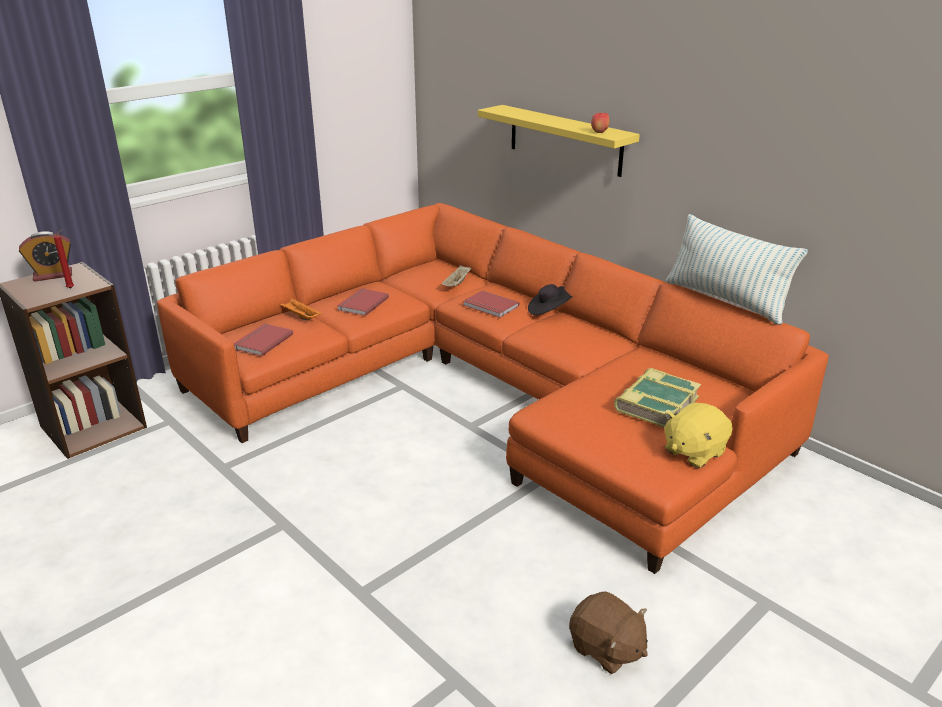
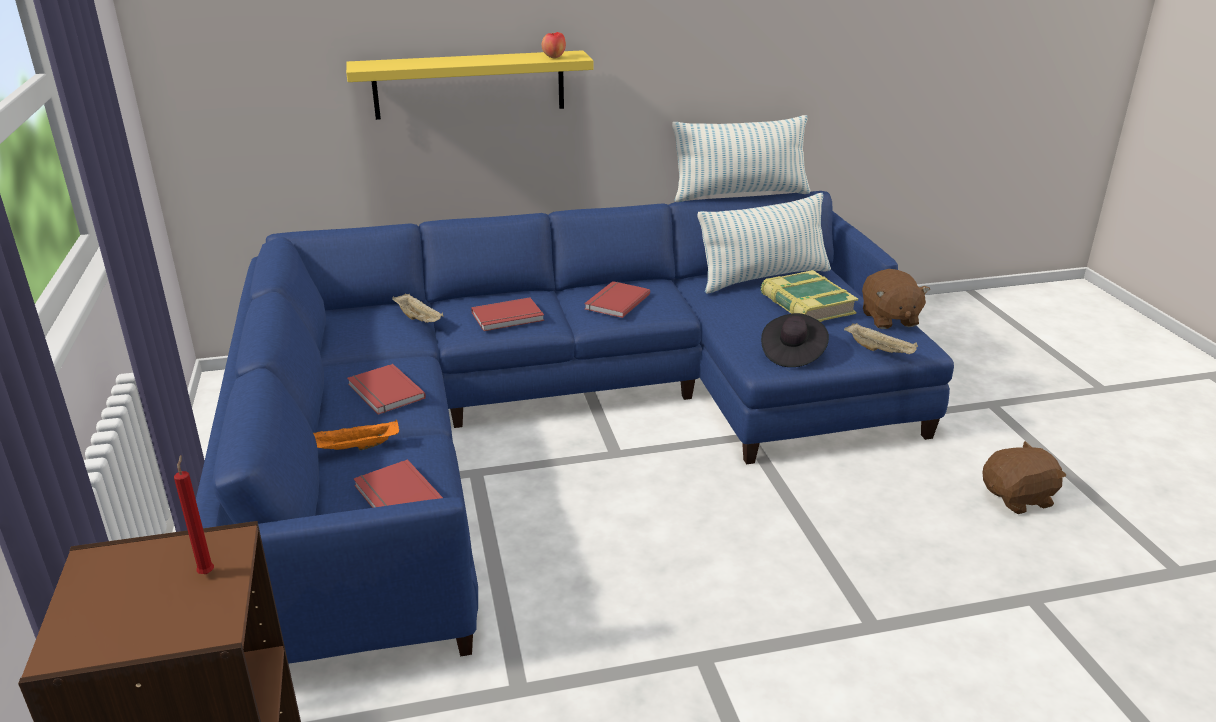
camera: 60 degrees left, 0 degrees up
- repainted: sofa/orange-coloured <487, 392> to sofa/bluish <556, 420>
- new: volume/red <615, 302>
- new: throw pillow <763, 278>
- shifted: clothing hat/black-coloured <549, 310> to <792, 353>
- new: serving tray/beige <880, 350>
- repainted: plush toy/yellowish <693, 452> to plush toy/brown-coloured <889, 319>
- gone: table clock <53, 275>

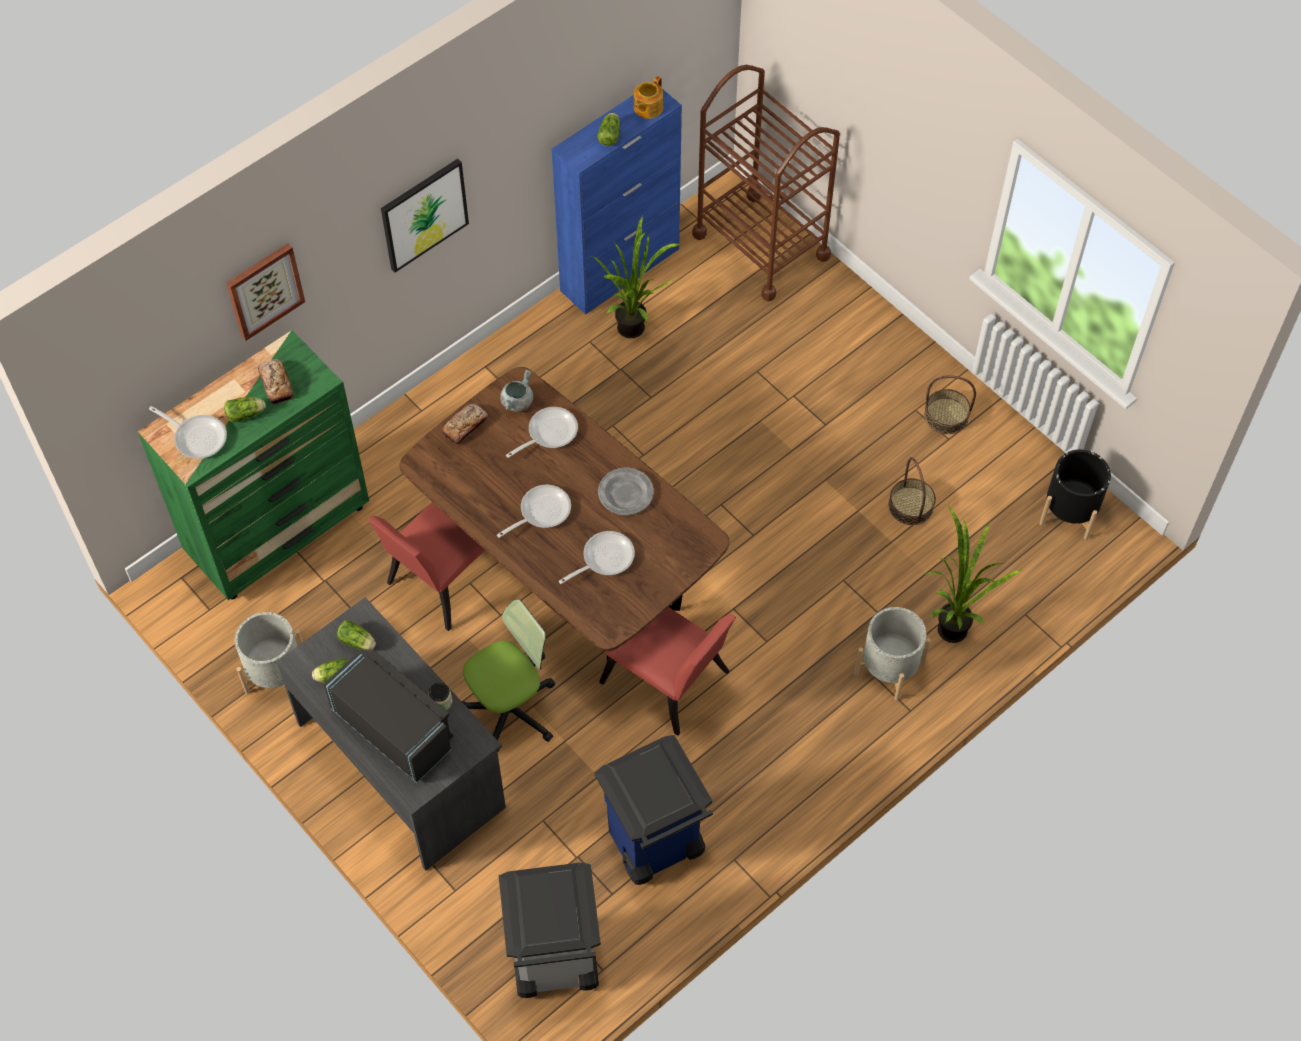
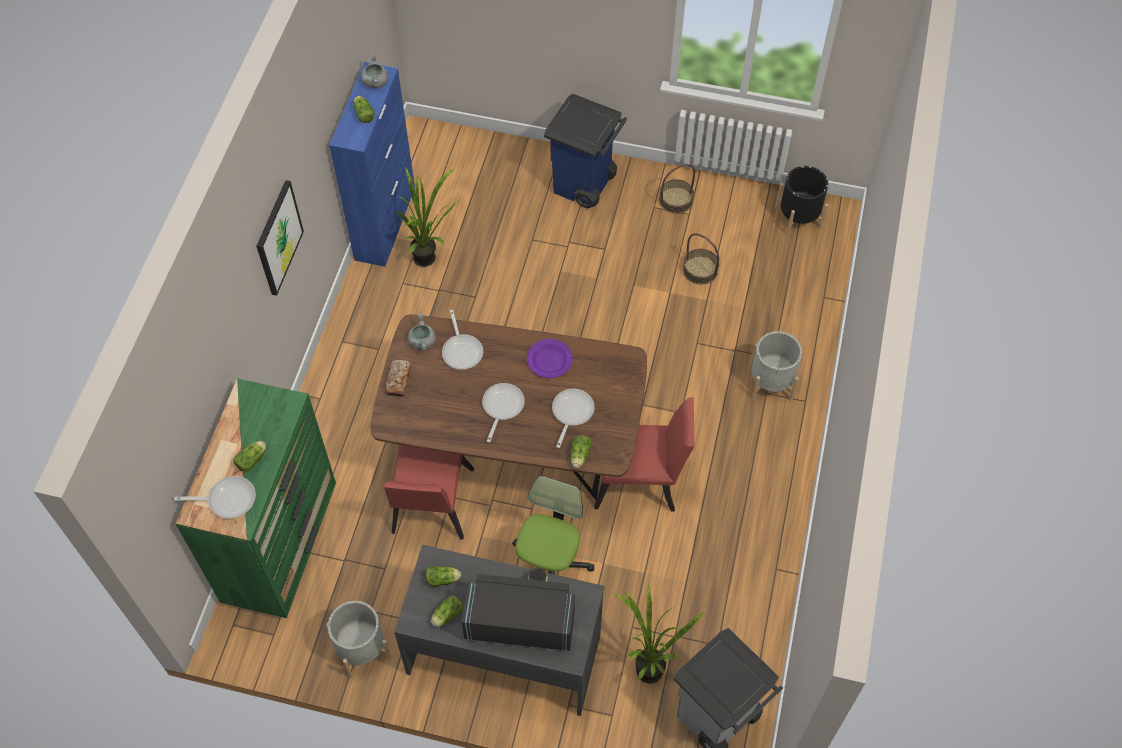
camera: 35 degrees left, 0 degrees up
- swapped: tea pot <647, 108> to cooking pot/greyish <375, 82>
- rotated: skillet <548, 433> = <462, 350> 150 degrees clockwise
- repainted: plate/greyish <626, 493> to plate/purple <549, 360>
- shifted: trash can/bluish <653, 844> to <584, 185>
- new: head of lettuce <579, 456>
- shifted: potted plant <952, 624> to <646, 665>
- gone: picture <264, 290>
- gone: baked bread <276, 384>
- gone: cart/brown-coloured <761, 245>

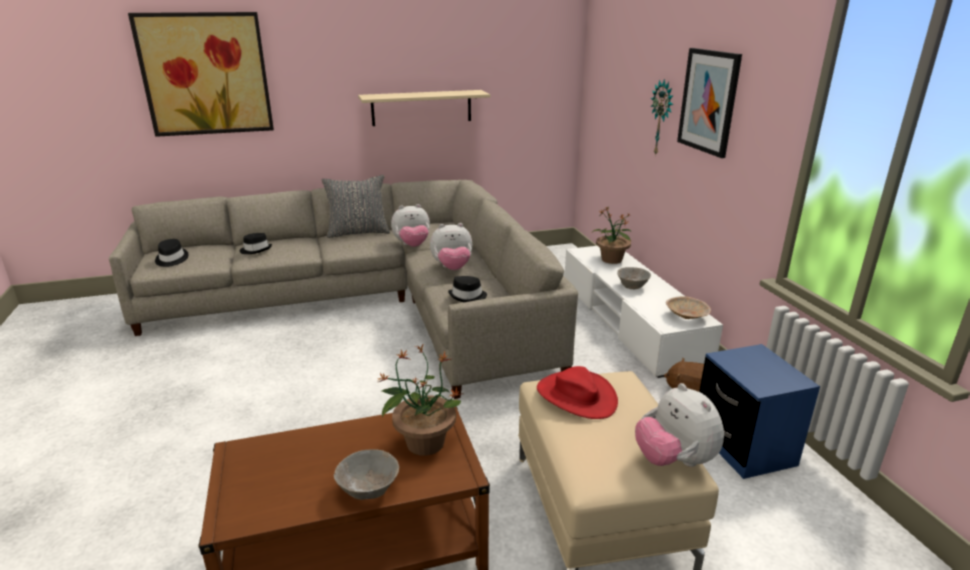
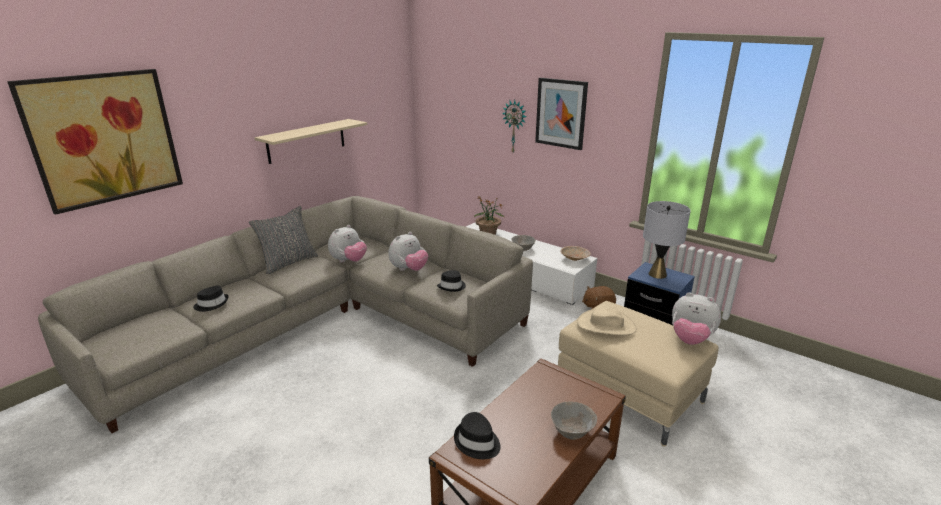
camera: 35 degrees left, 0 degrees up
- shifted: clothing hat/black-coloured <171, 259> to <477, 442>
- repainted: clothing hat/red <576, 396> to clothing hat/beige <606, 325>
- new: table lamp/greyish <657, 274>
- gone: potted plant <424, 442>

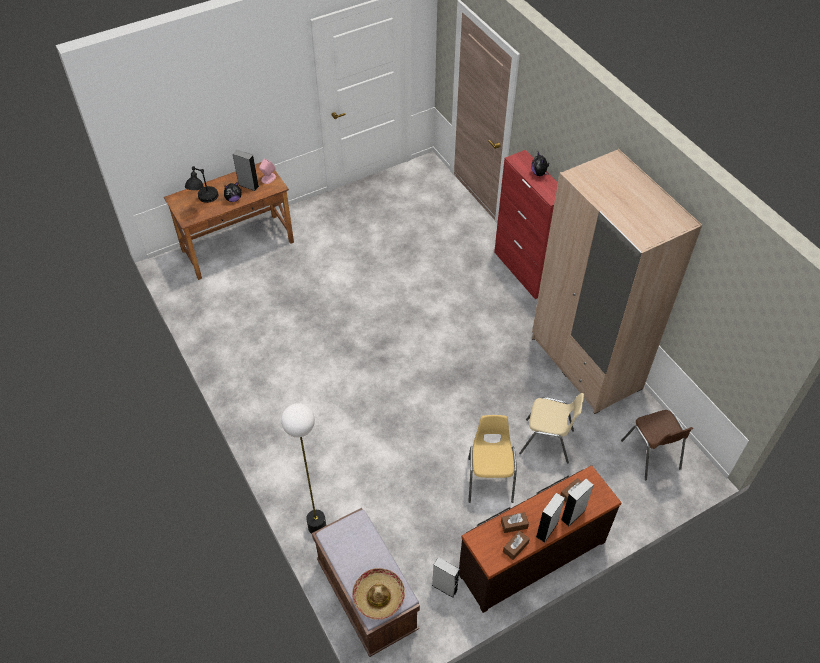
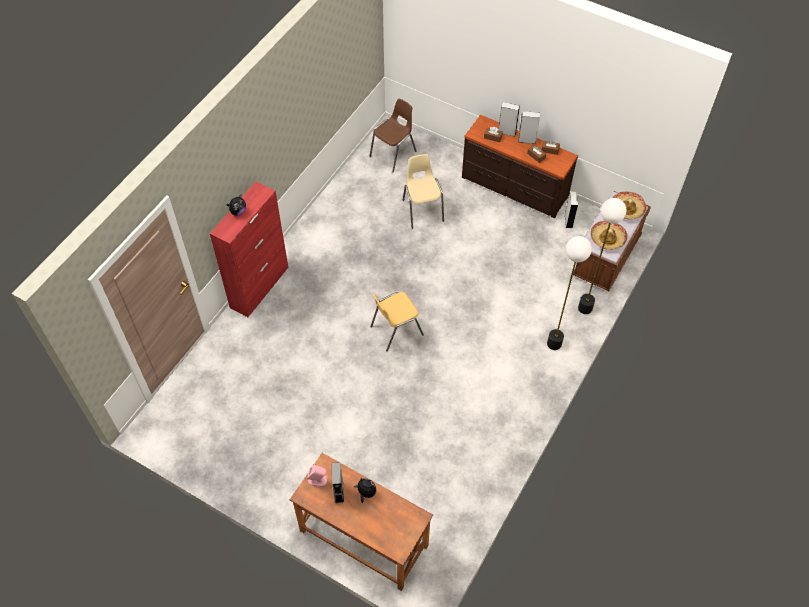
camera: 120 degrees left, 5 degrees up
- shifted: plain chair/yellowish <489, 479> to <395, 330>
- new: standing lamp <554, 343>
- new: clothing hat <607, 238>
- gone: table lamp/black-coloured <205, 202>
- gone: armoire/beige <585, 363>

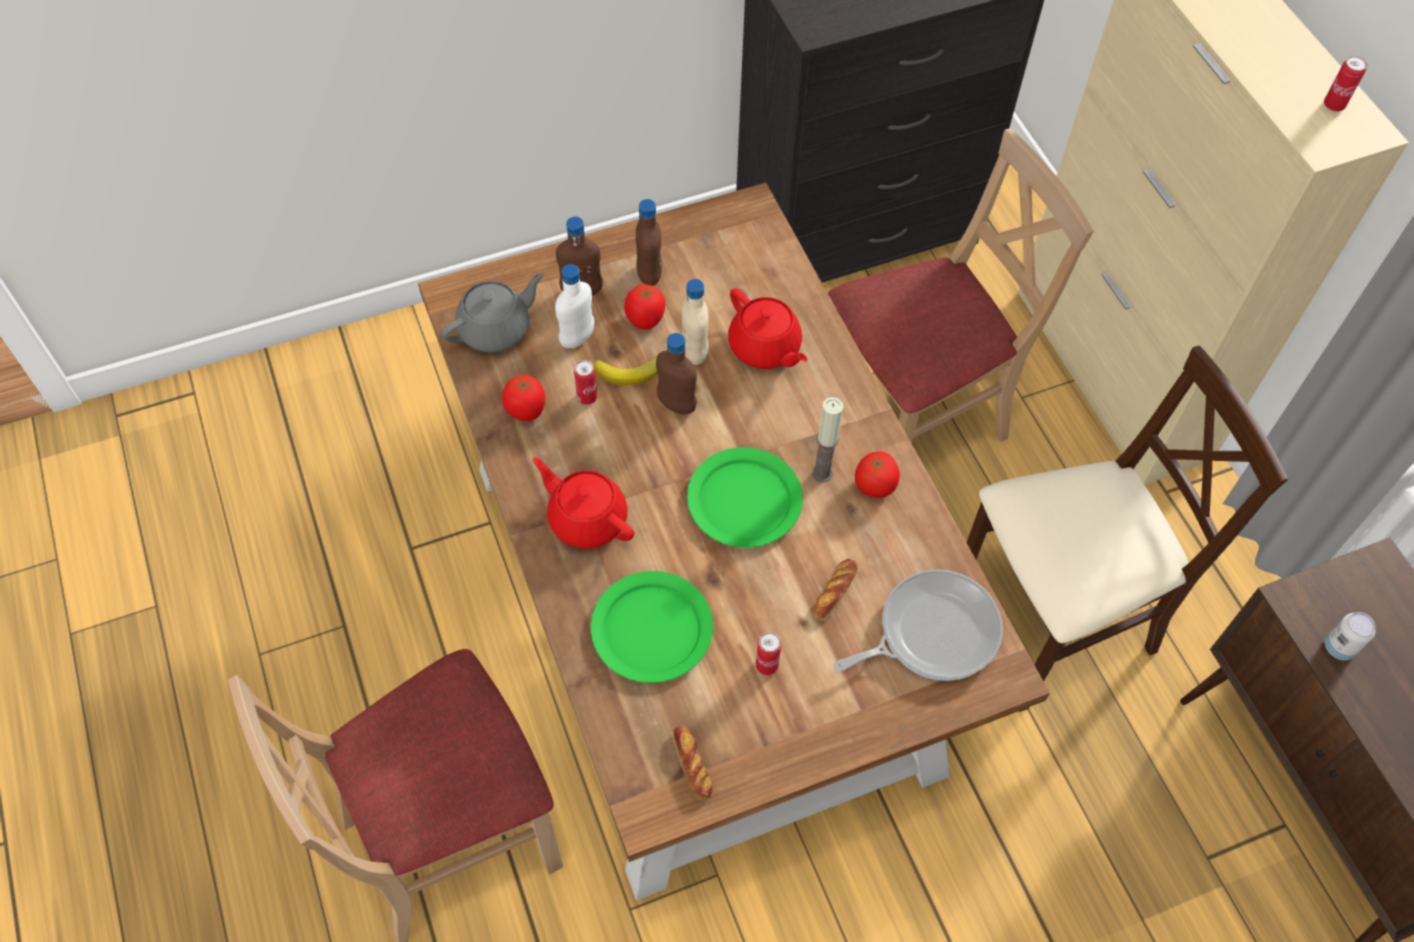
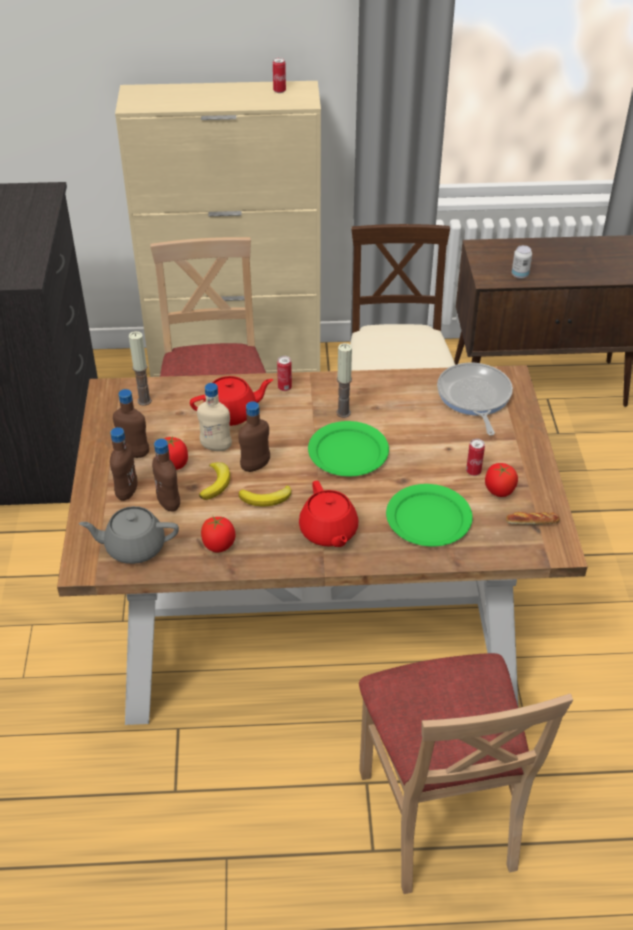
camera: 70 degrees left, 15 degrees down
- rotated: tea pot/greyish <496, 329> = <134, 547> 75 degrees counterclockwise
- new: candle <144, 400>
- repainted: bottle/white-coloured <577, 338> to bottle/brown-coloured <169, 503>
- new: banana fruit <266, 499>
- shifted: can <587, 397> to <284, 387>
- rotated: tea pot/red <587, 518> = <328, 532> 75 degrees counterclockwise
- shifted: tomato <874, 485> to <499, 491>
- gone: baked bread <835, 592>

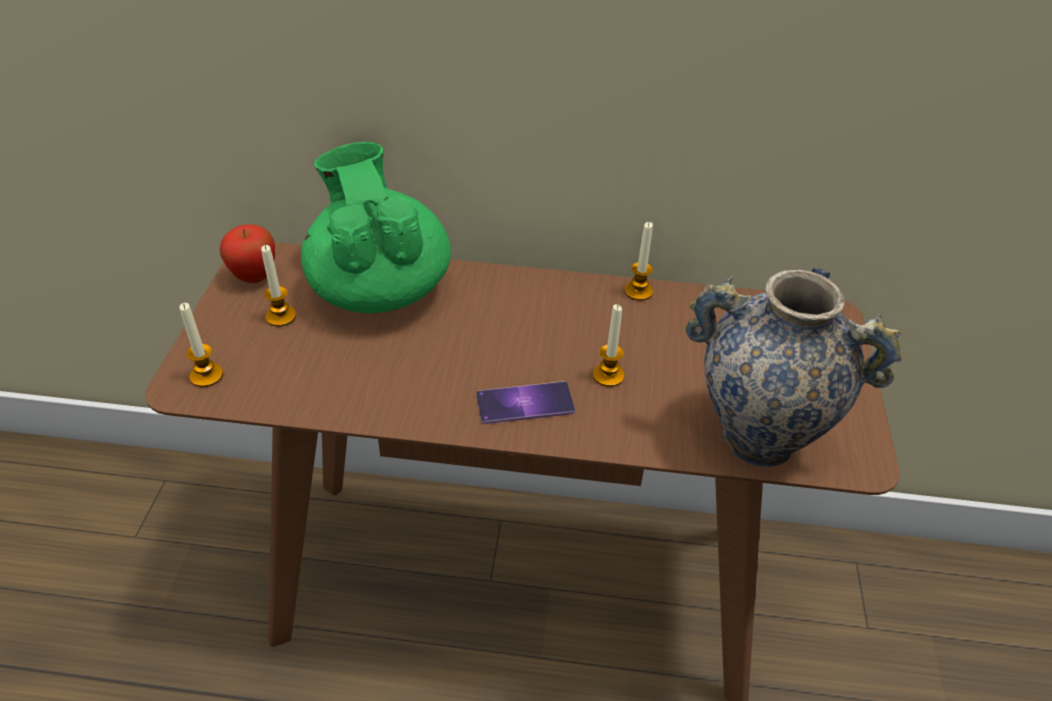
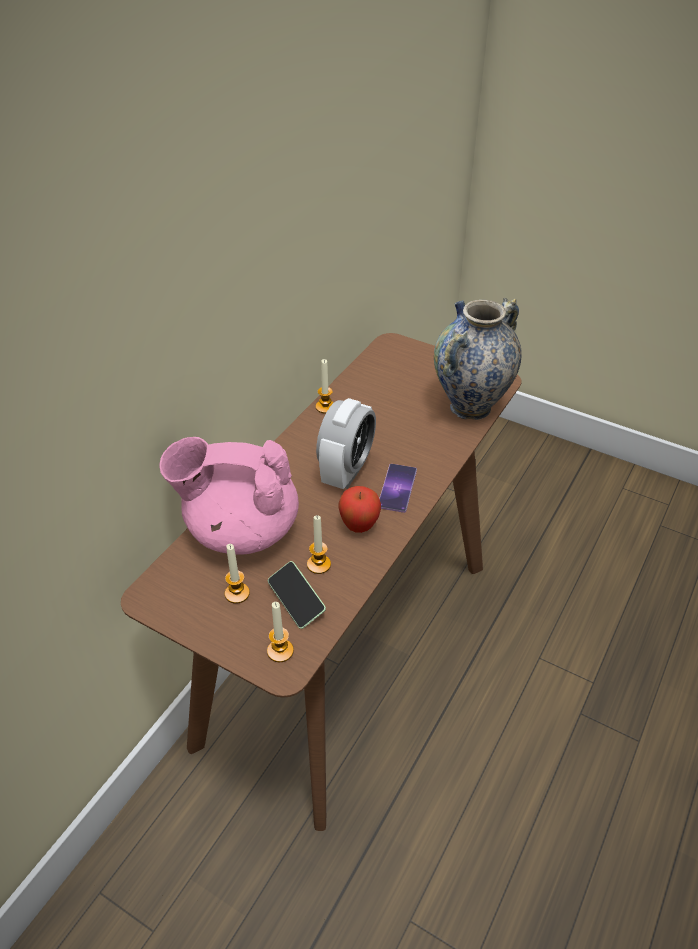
camera: 65 degrees left, 0 degrees up
- repainted: tea pot/green <379, 288> to tea pot/pink <240, 529>
- new: handset <296, 600>
- shifted: candle <608, 375> to <318, 564>
- new: table clock <346, 471>
- shifted: whole apple <254, 277> to <359, 526>

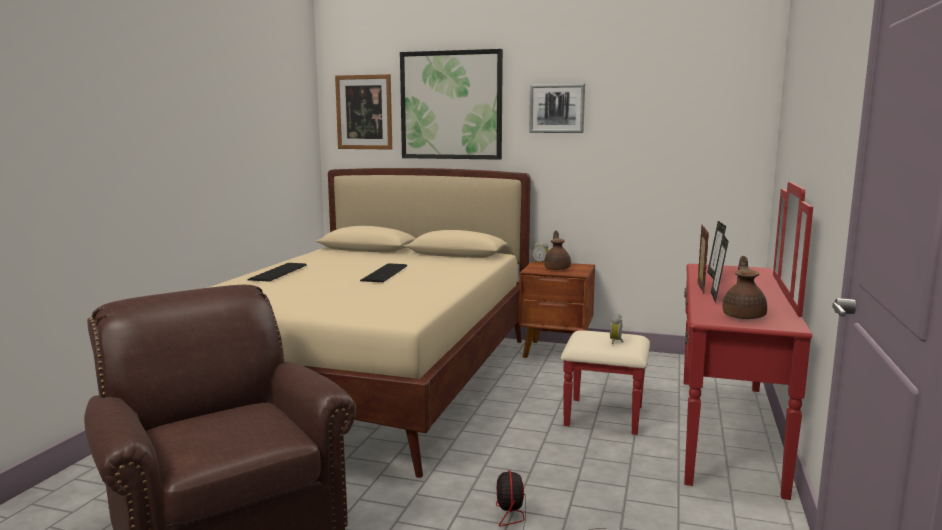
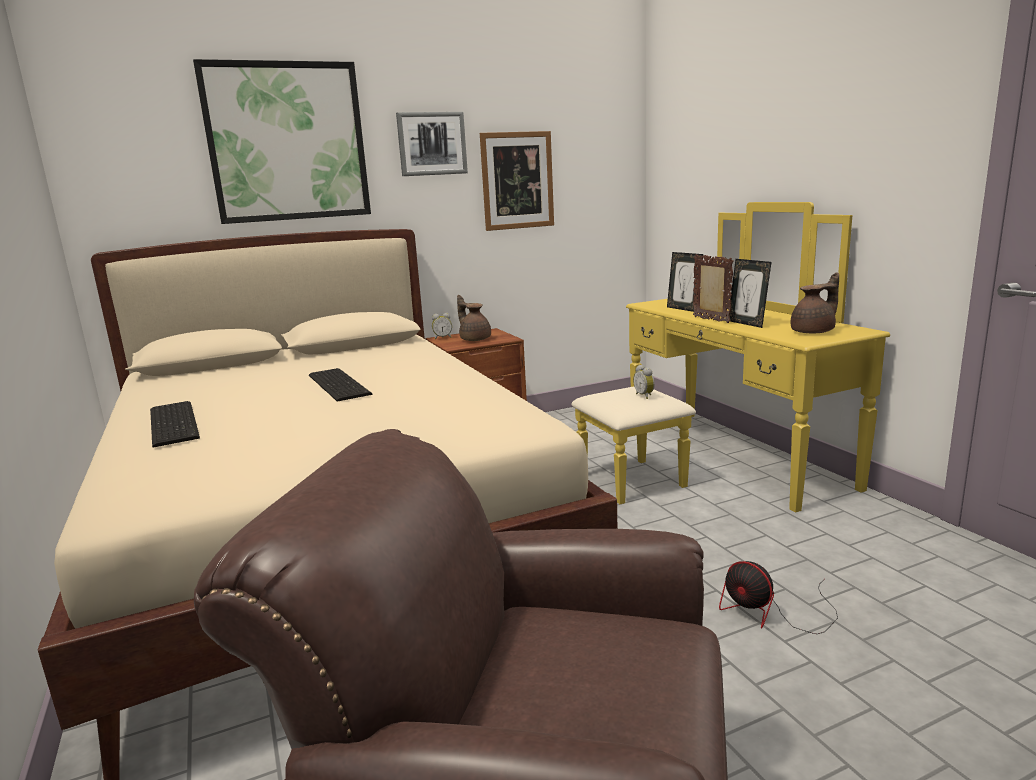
camera: 40 degrees left, 5 degrees up
- shifted: picture <364, 112> to <517, 181>
- repainted: chest of drawers/red <697, 427> to chest of drawers/yellowish <712, 461>
- rotated: tea pot/brown-coloured <744, 316> = <814, 332> 90 degrees clockwise

